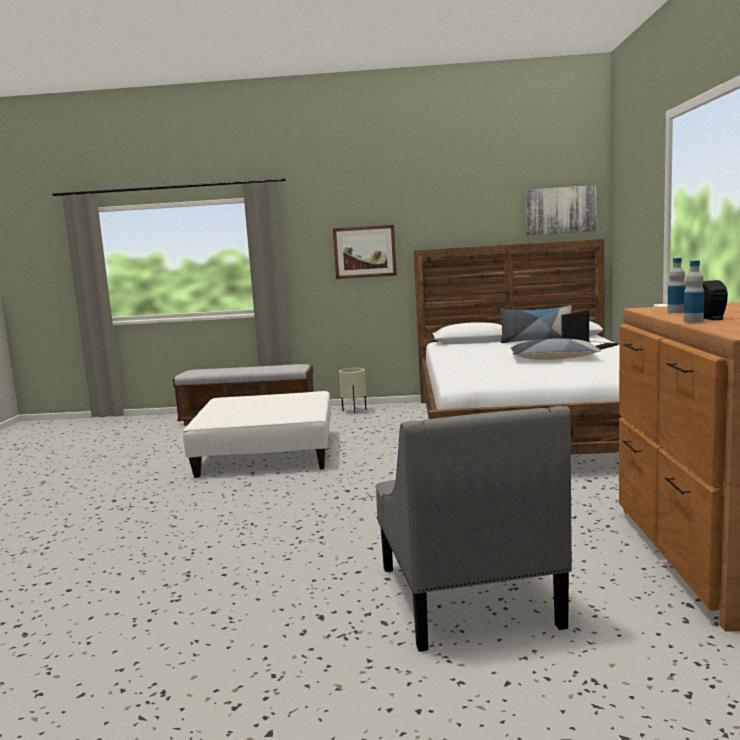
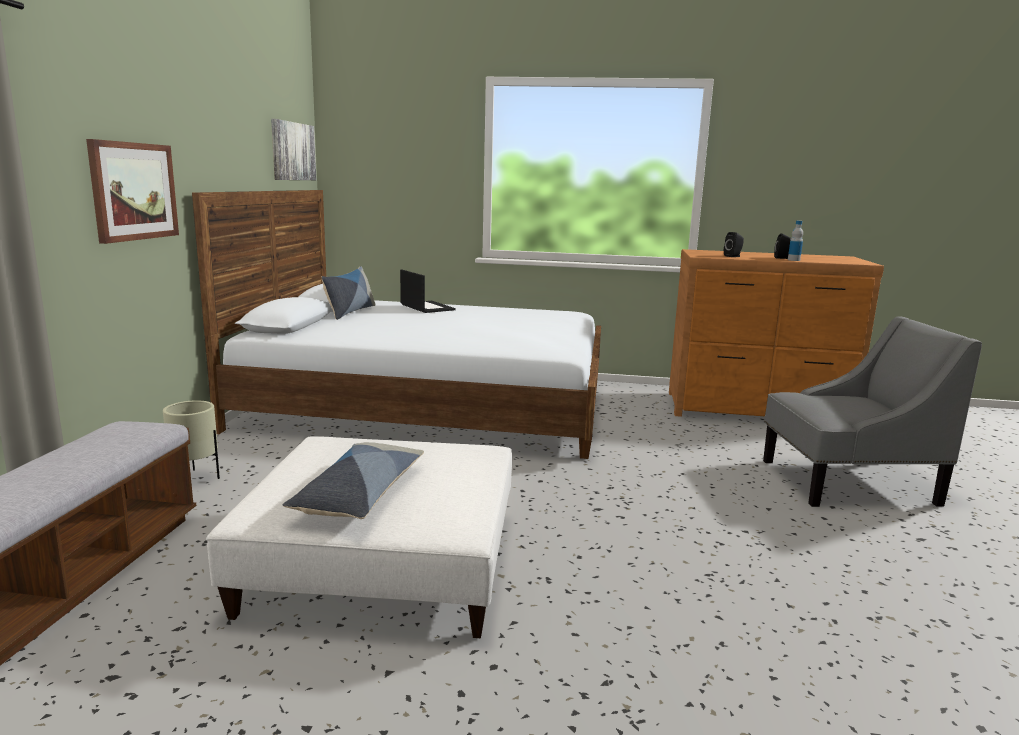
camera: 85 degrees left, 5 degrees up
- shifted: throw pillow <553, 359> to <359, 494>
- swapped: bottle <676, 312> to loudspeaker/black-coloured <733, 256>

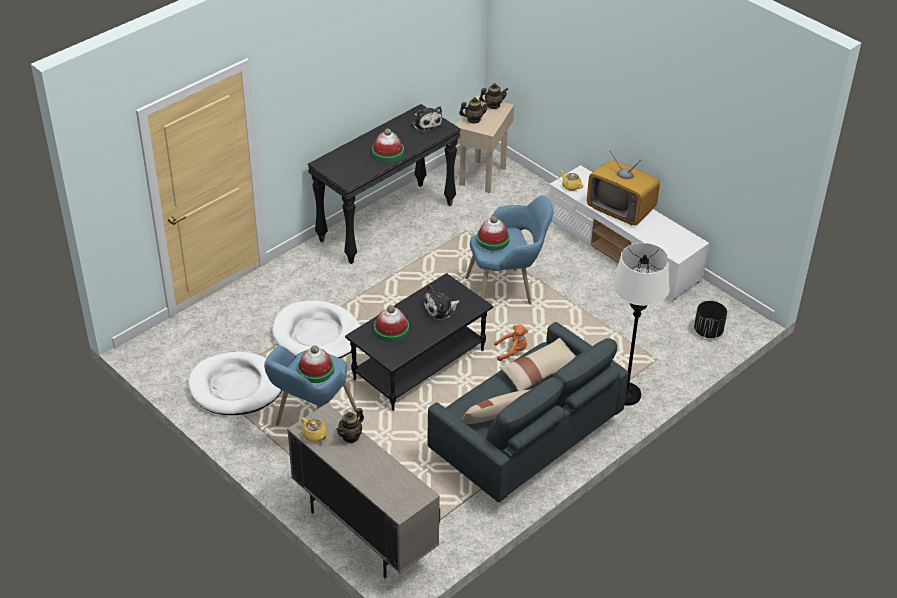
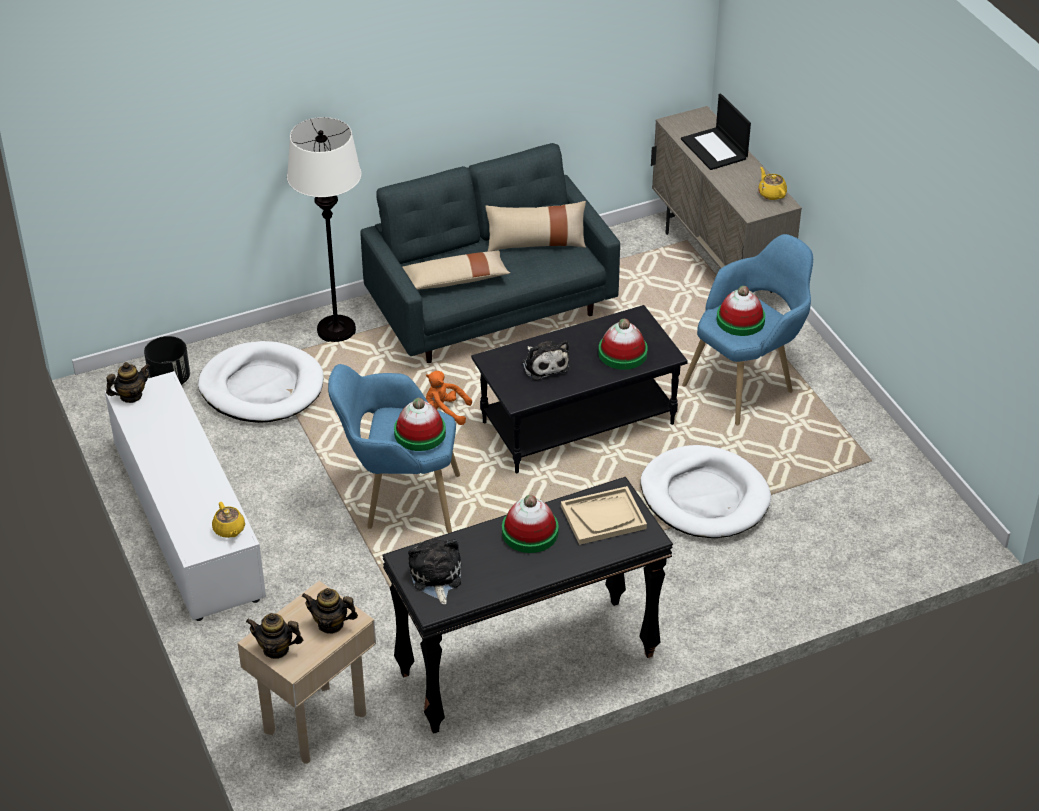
camera: 160 degrees left, 0 degrees up
- shifted: tea pot <351, 436> to <131, 396>
- shifted: pet bed/white-coloured <236, 387> to <262, 387>
- rotated: plush toy <440, 309> = <544, 364> 75 degrees clockwise
- new: serving tray/beige <603, 517>
- new: portable computer <715, 149>
- gone: TV set <621, 208>

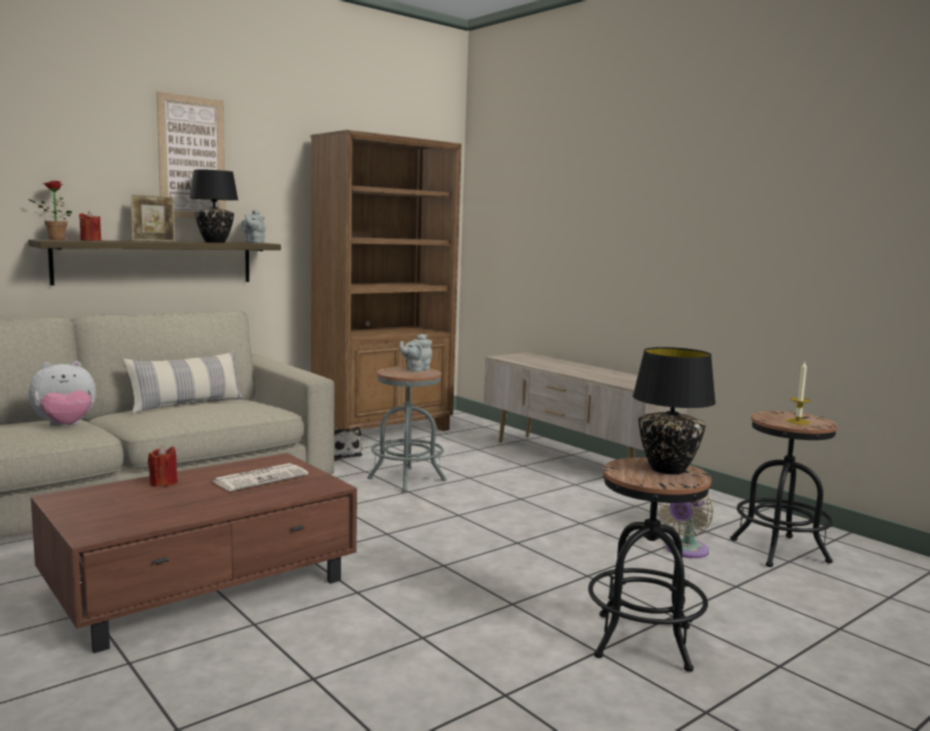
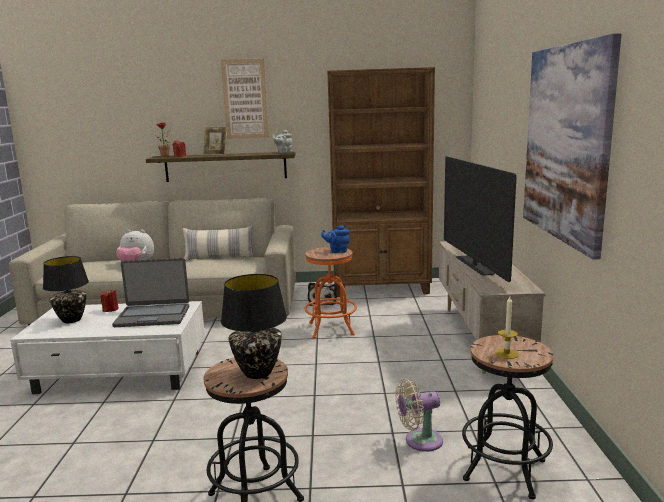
camera: 40 degrees right, 5 degrees up
- repainted: low table/brown-coloured <204, 586> to low table/white-coloured <121, 372>
- shifted: table lamp/black-coloured <215, 242> to <72, 320>
- swapped: newspaper <261, 478> to portable computer <153, 316>
- repainted: sitting stool/greyish <406, 479> to sitting stool/orange-coloured <331, 329>
- repainted: tea pot/greyish <416, 370> to tea pot/bluish <337, 251>
- new: TV set <474, 265>
- new: picture <566, 143>

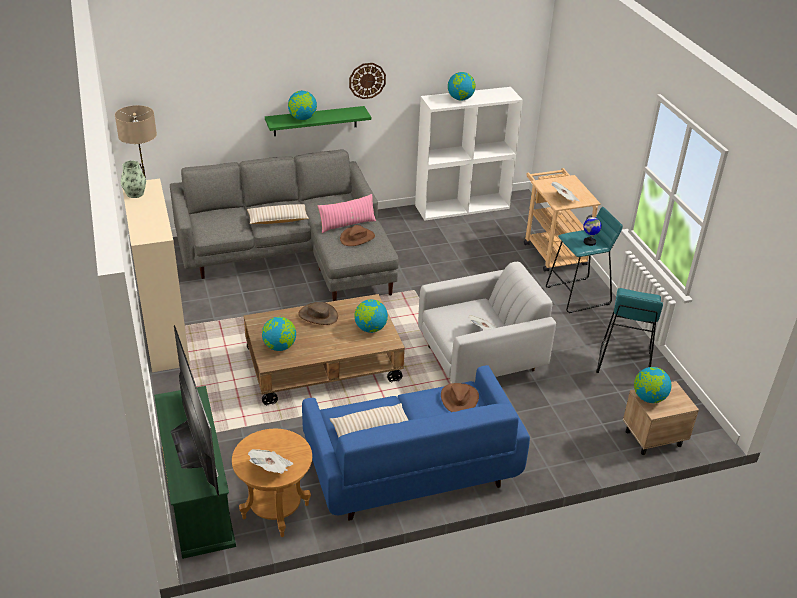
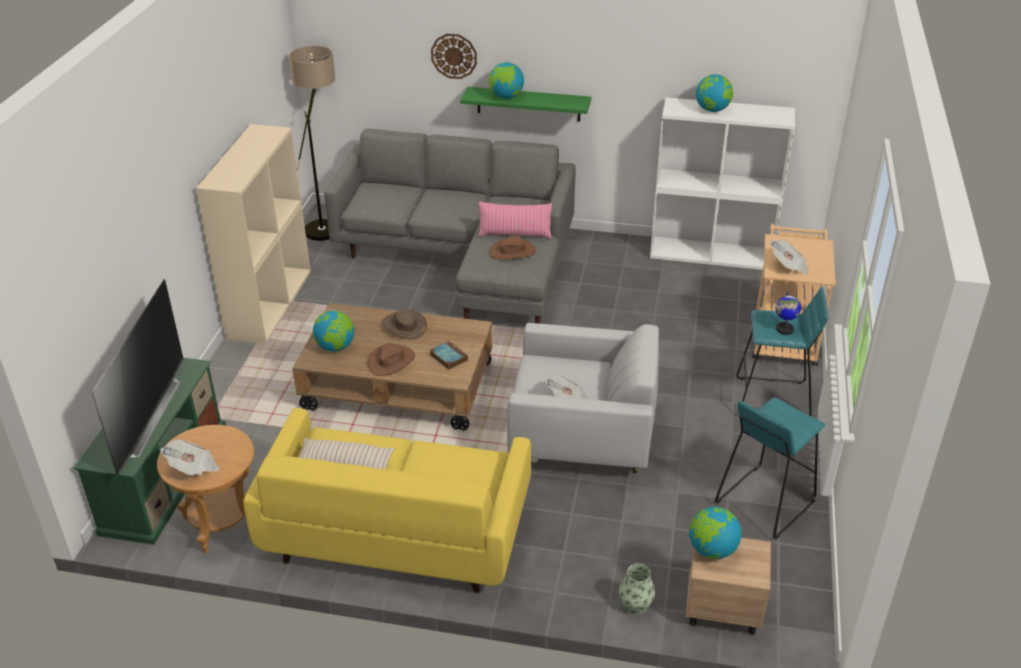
camera: 30 degrees right, 0 degrees up
- repainted: sofa/bluish <410, 467> to sofa/yellowish <396, 531>
- shifted: clothing hat/brown-coloured <459, 398> to <391, 361>
- swapped: desk globe <370, 328> to volume <448, 357>
- shifted: clock on the wall <367, 80> to <454, 56>
- shifted: decorative vase <135, 193> to <635, 605>
- gone: throw pillow/beige <278, 219>

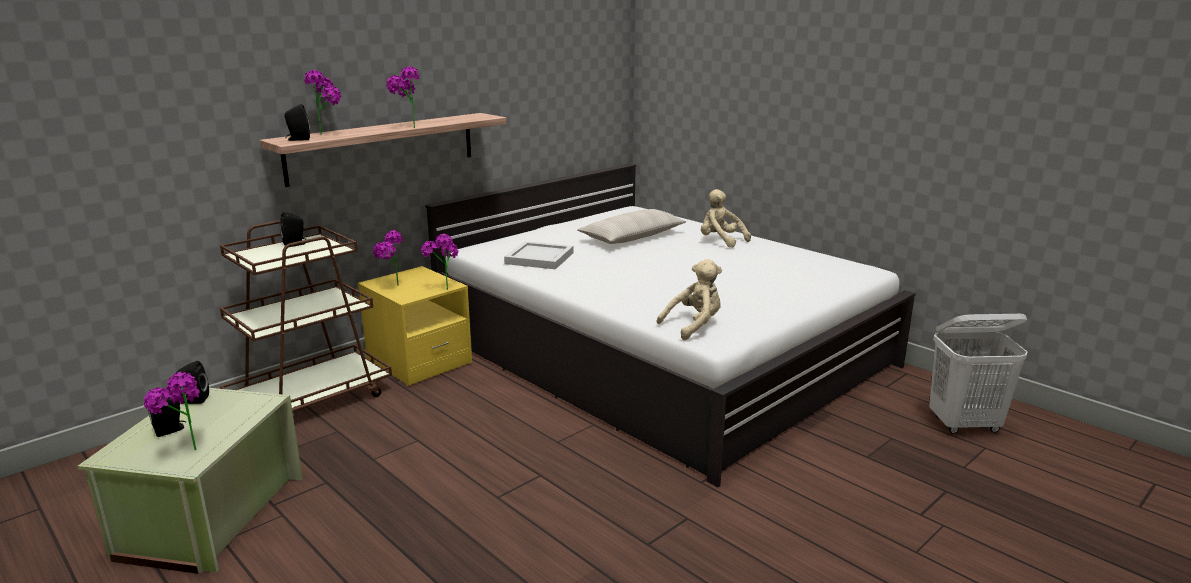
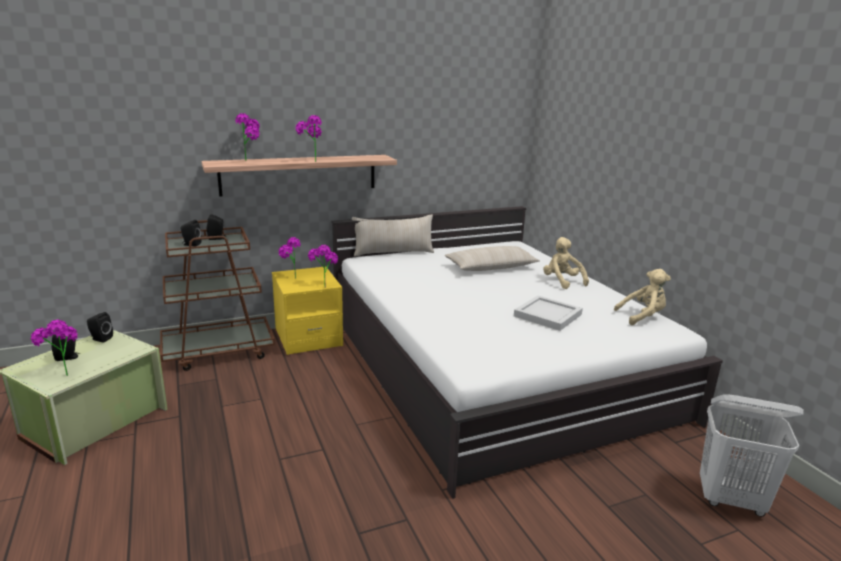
camera: 20 degrees right, 0 degrees up
- shifted: loudspeaker/black-coloured <298, 139> to <191, 244>
- new: throw pillow/beige <393, 253>
- shifted: serving tray/white-coloured <540, 258> to <549, 315>
- shifted: plush toy/beige <694, 326> to <642, 317>

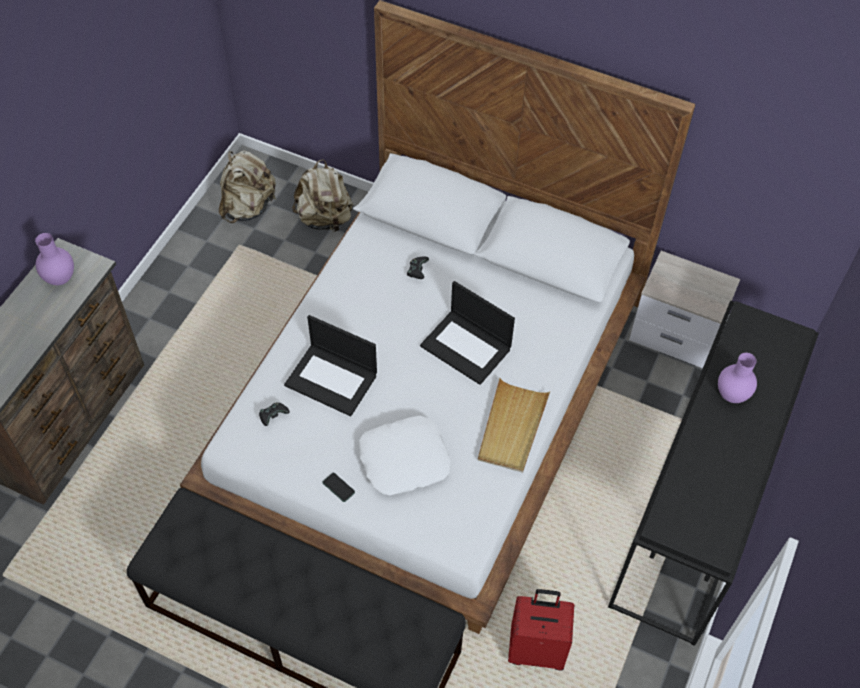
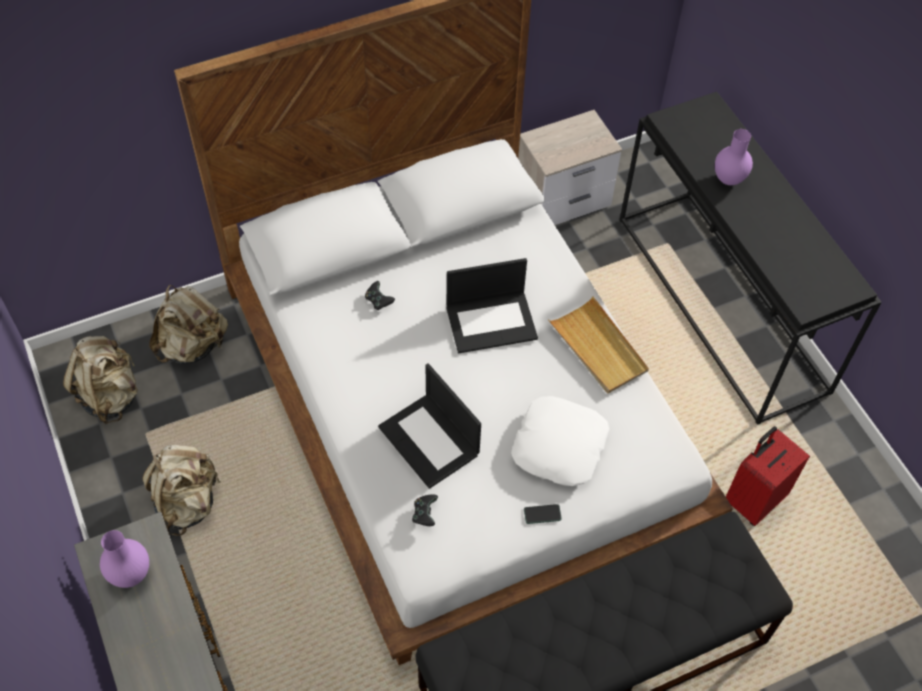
camera: 50 degrees left, 0 degrees up
- new: rucksack/beige <187, 503>
- rotated: portable computer <332, 379> = <430, 441> 75 degrees clockwise

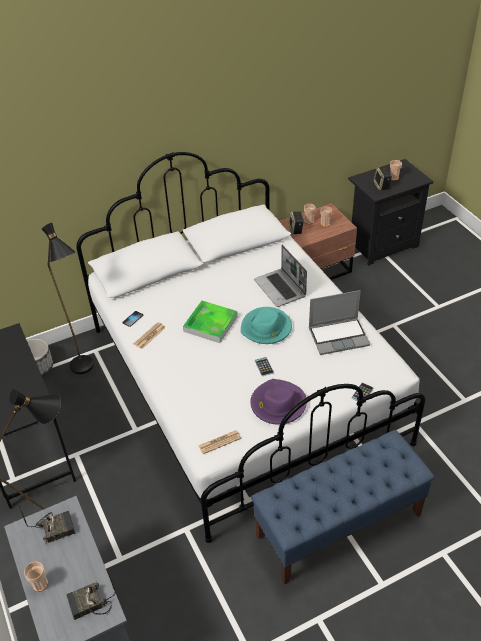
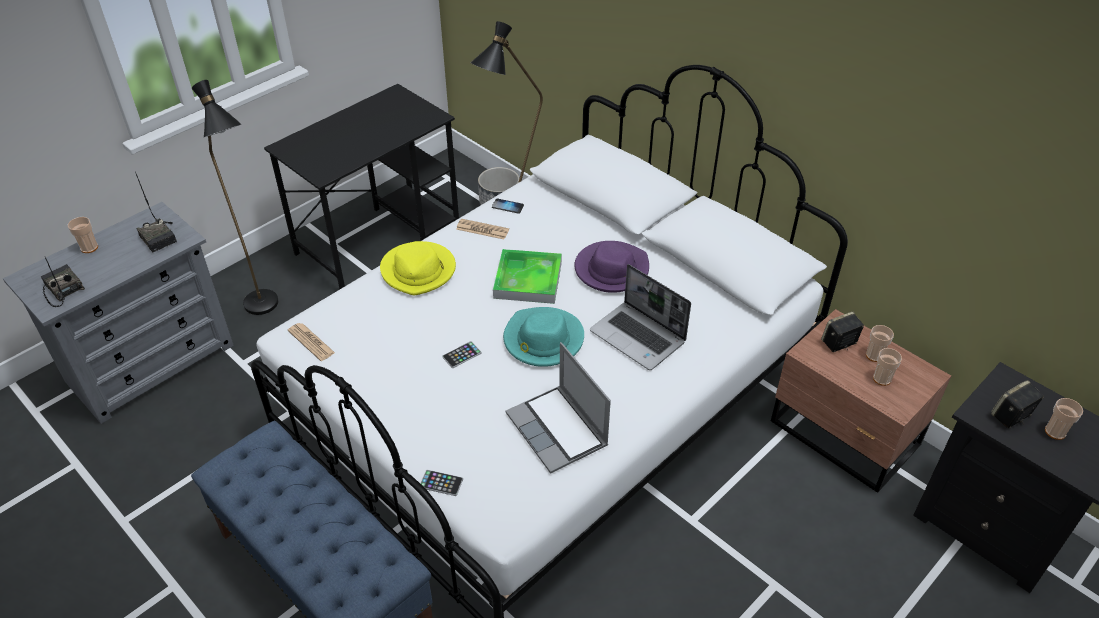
camera: 70 degrees right, 0 degrees up
- new: clothing hat/yellowish <419, 271>
- shifted: clothing hat/purple <277, 404> to <611, 269>
- rotated: portable computer <280, 289> = <639, 337> 90 degrees counterclockwise

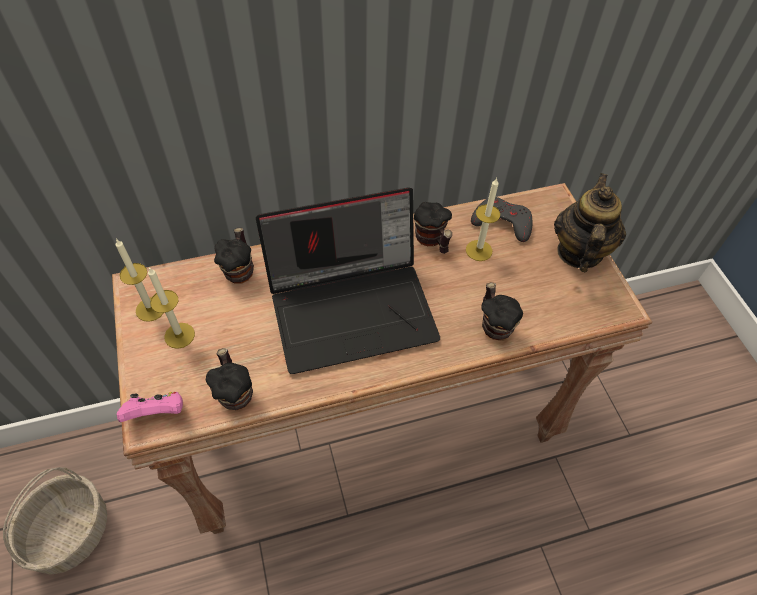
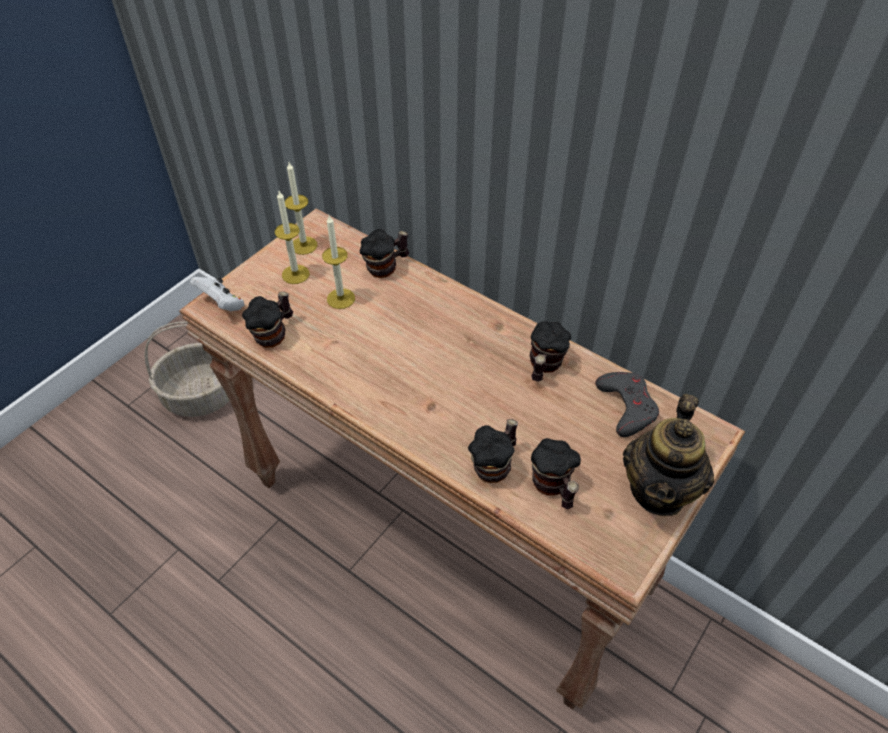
camera: 55 degrees right, 5 degrees down
- repainted: game controller/pink <157, 413> to game controller/white-coloured <222, 305>
- shifted: candle <479, 250> to <341, 298>
- new: mug <553, 487>
- rotated: tea pot <578, 252> = <659, 490> 135 degrees clockwise
- gone: portable computer <353, 307>

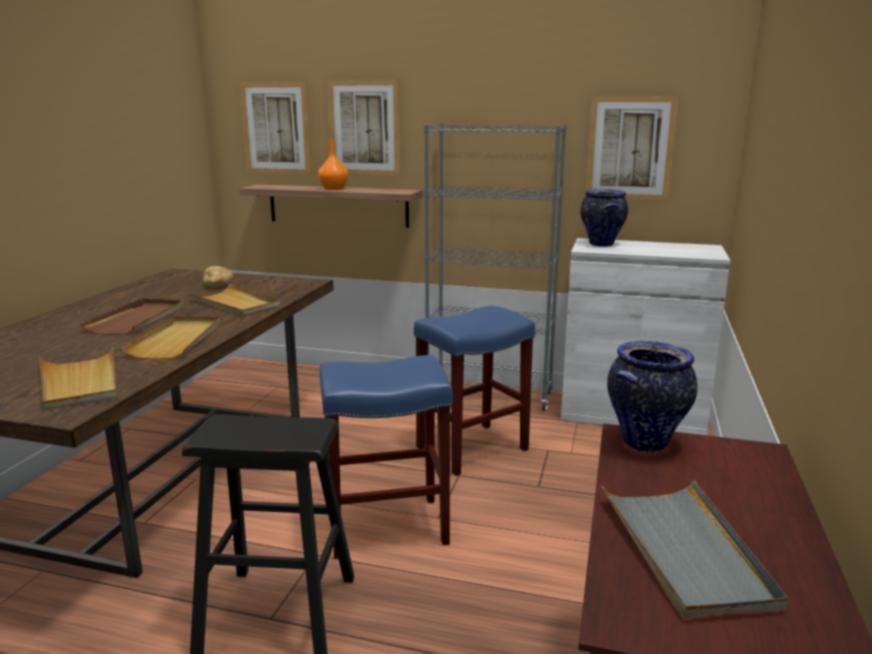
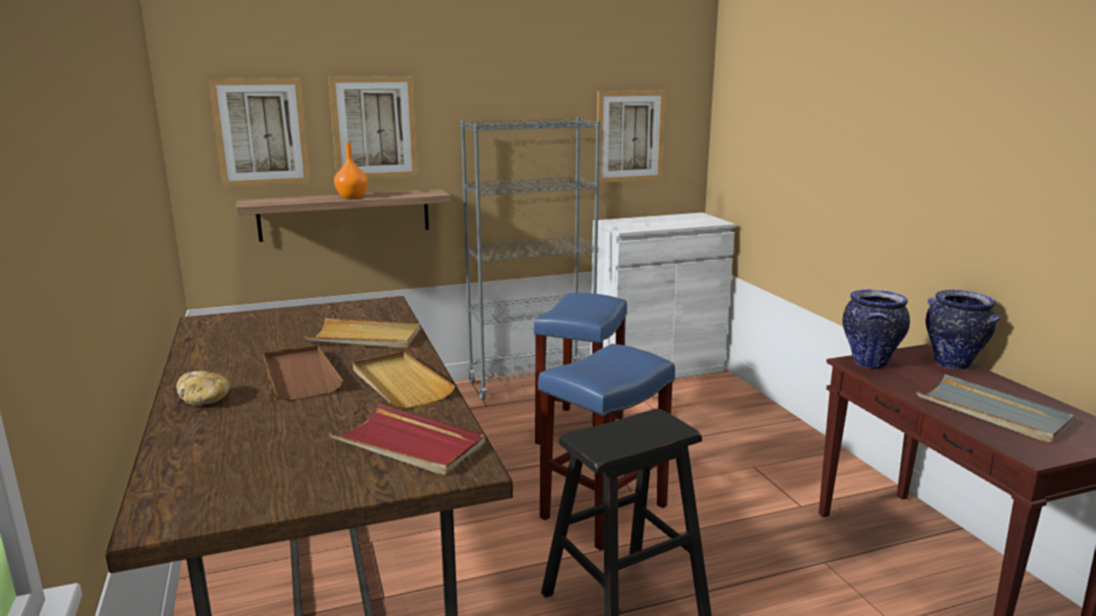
camera: 35 degrees left, 0 degrees up
- shifted: baked bread <218, 285> to <205, 400>
- repainted: serving tray/beige <80, 382> to serving tray/red <408, 444>
- shifted: decorative vase <601, 244> to <953, 364>

